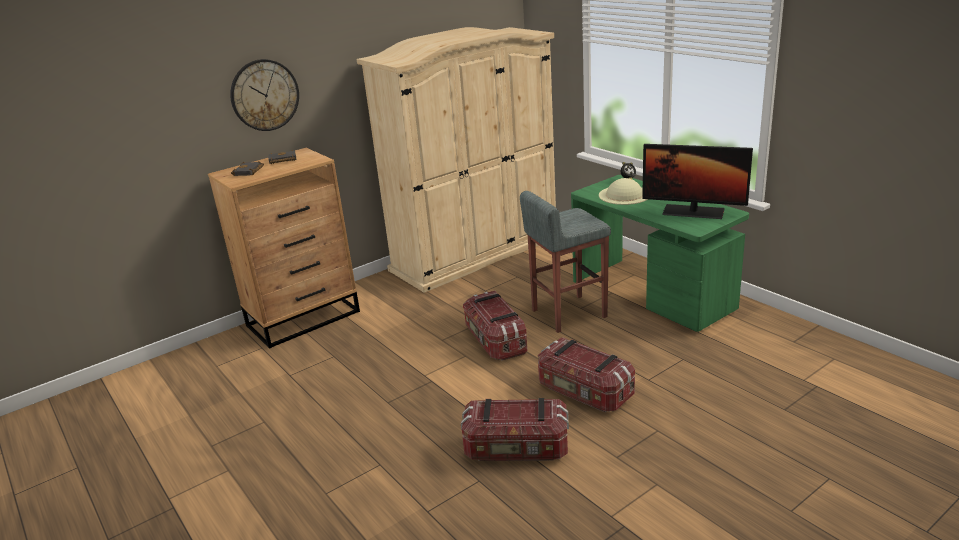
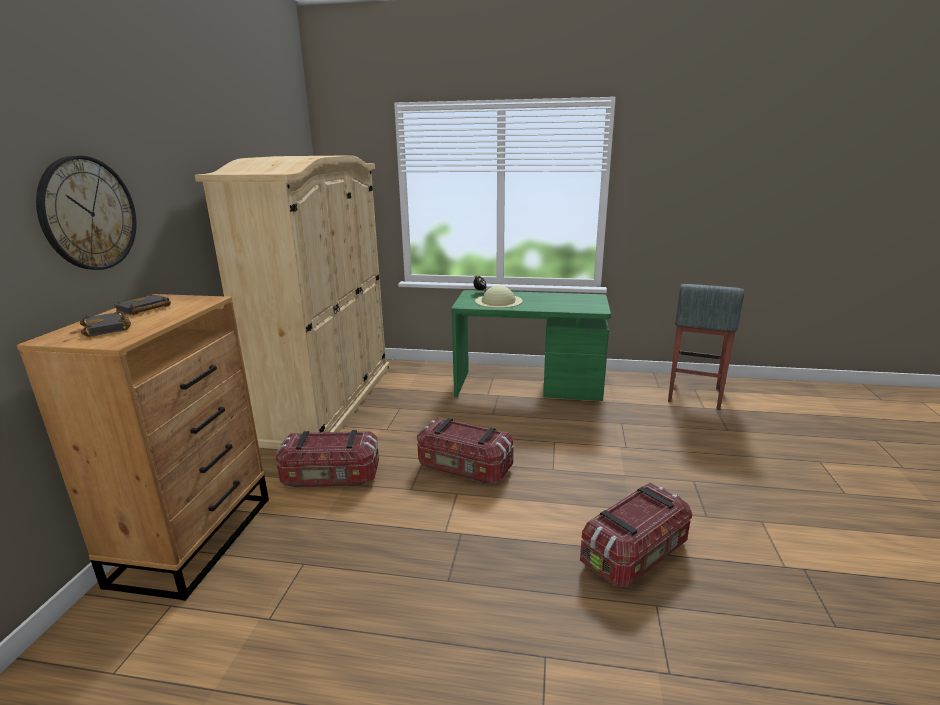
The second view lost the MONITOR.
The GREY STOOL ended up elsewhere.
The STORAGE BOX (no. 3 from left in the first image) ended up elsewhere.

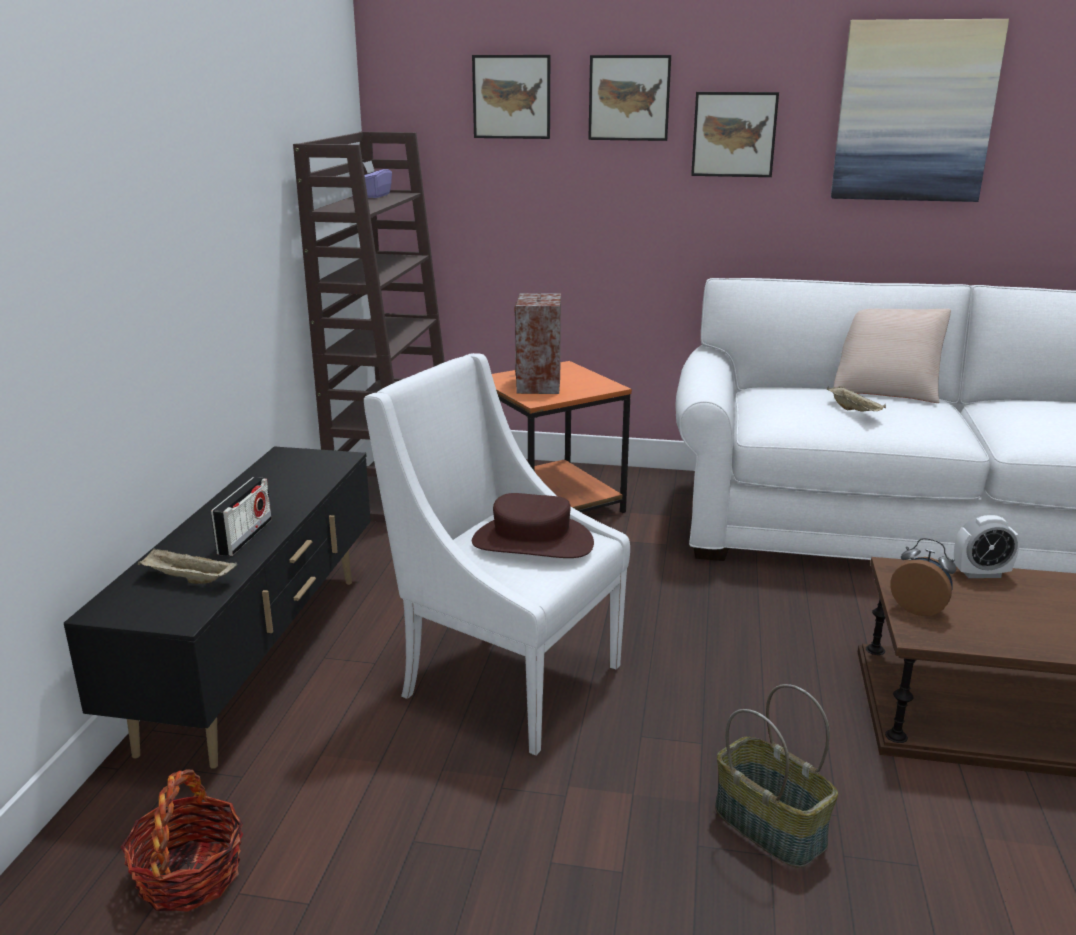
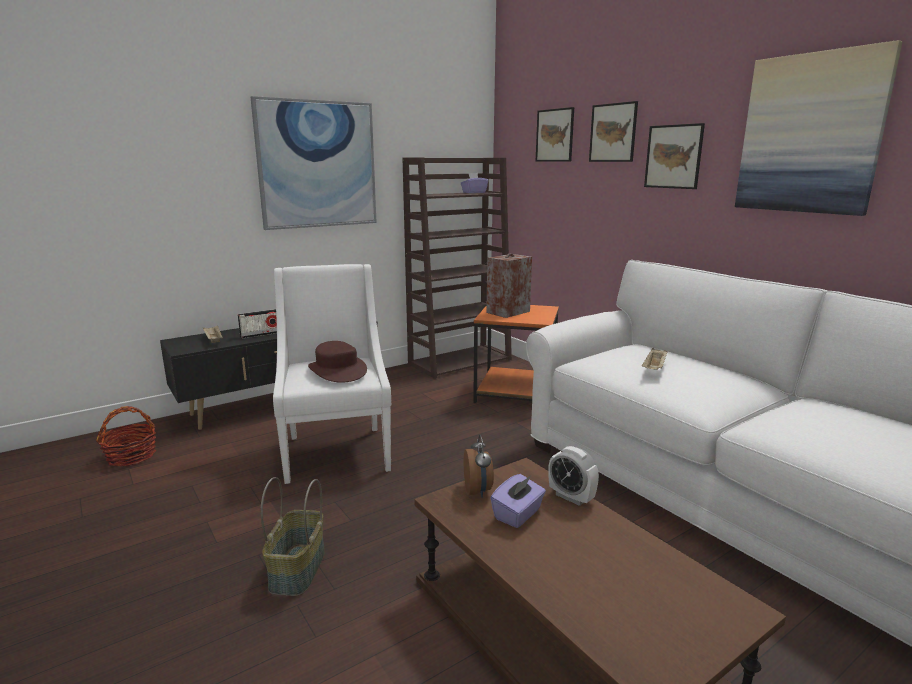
The second view lost the BEIGE PILLOW.
The second view gained the PICTURE (no. 1 from left).
The second view gained the PURPLE TISSUE BOX (no. 2 from left).

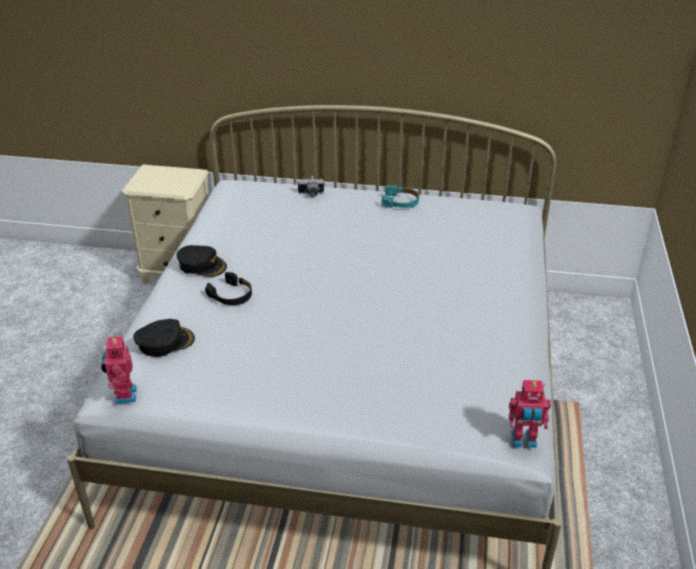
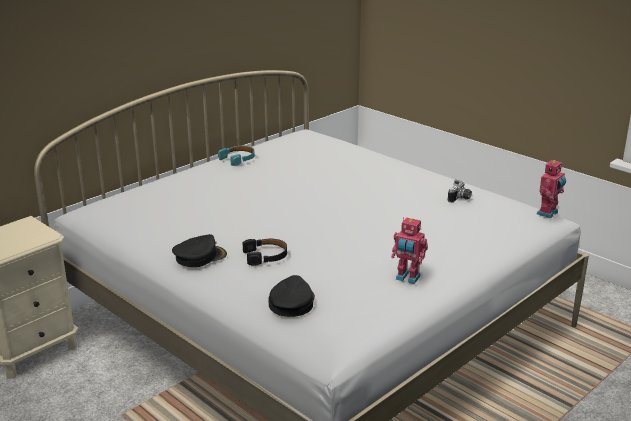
The PHOTO CAMERA ended up elsewhere.
The TOY ROBOT (no. 1 from left) ended up elsewhere.

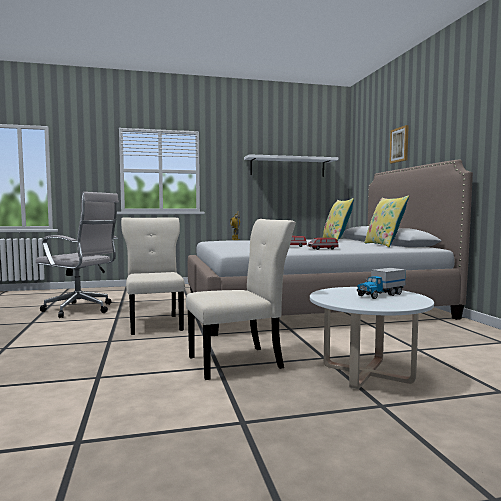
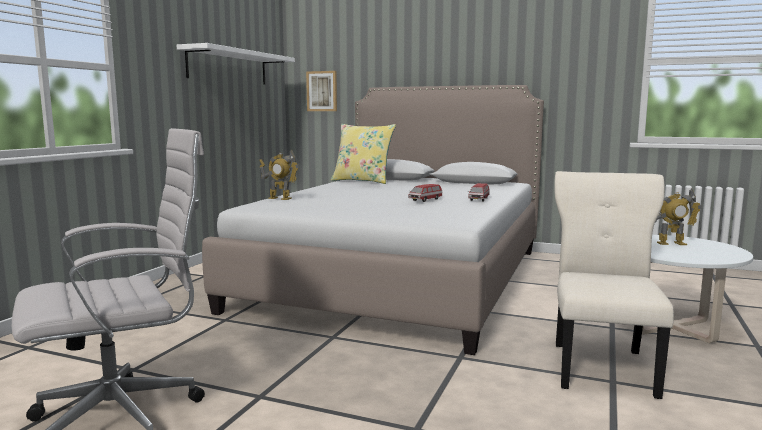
The PICTURE ended up elsewhere.
The second view lost the YELLOW PILLOW (no. 2 from left).
The second view lost the BEIGE CHAIR (no. 1 from left).
Where the TOY TRUCK stood, the TOY ROBOT (no. 2 from left) came to stand.

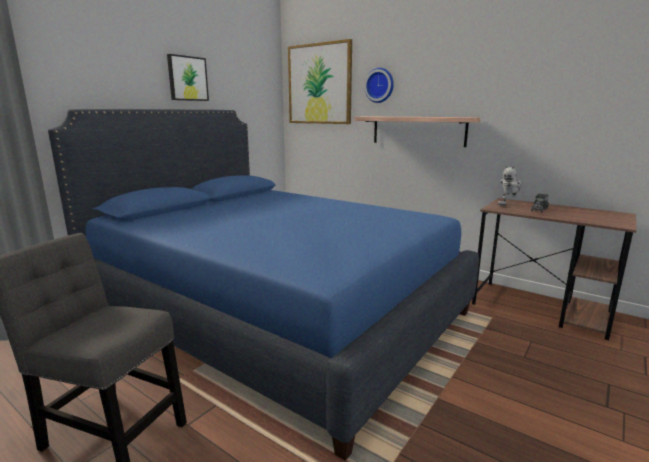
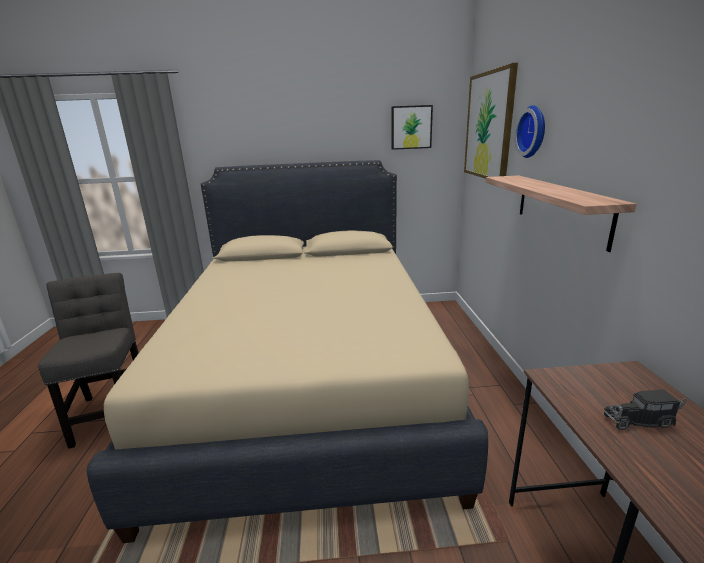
The PICTURE (no. 1 from left) ended up elsewhere.
What was the BLUE BED turned into the BEIGE BED.
The second view lost the TOY ROBOT.

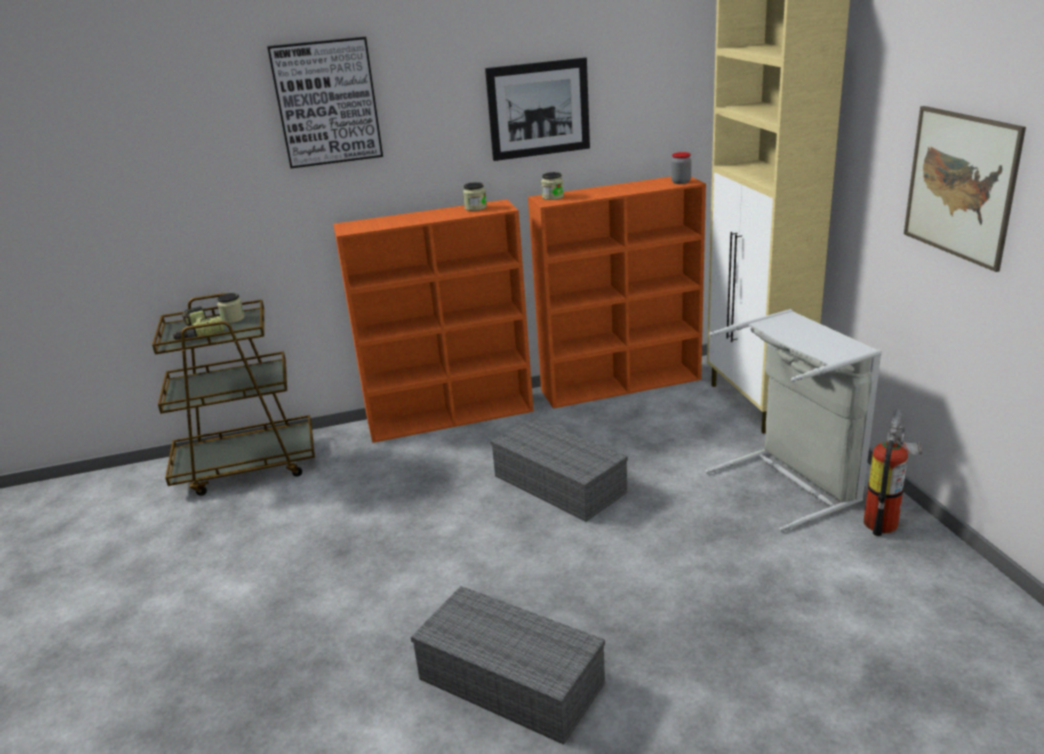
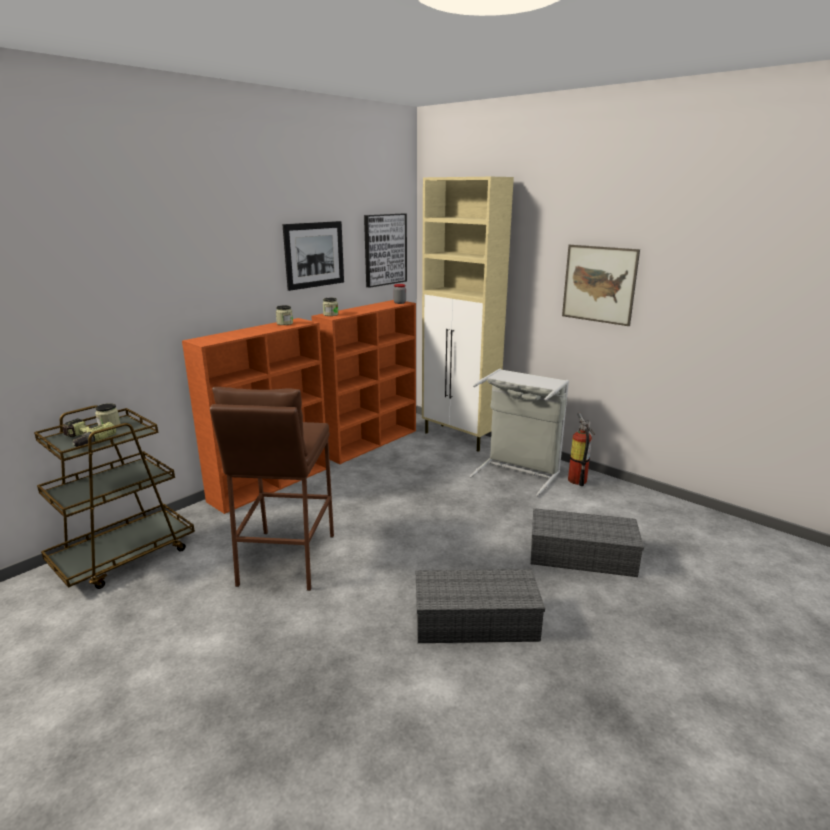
The PICTURE (no. 1 from left in the first image) ended up elsewhere.
The GREY STORAGE BOX (no. 2 from left) ended up elsewhere.
The second view gained the BROWN STOOL.

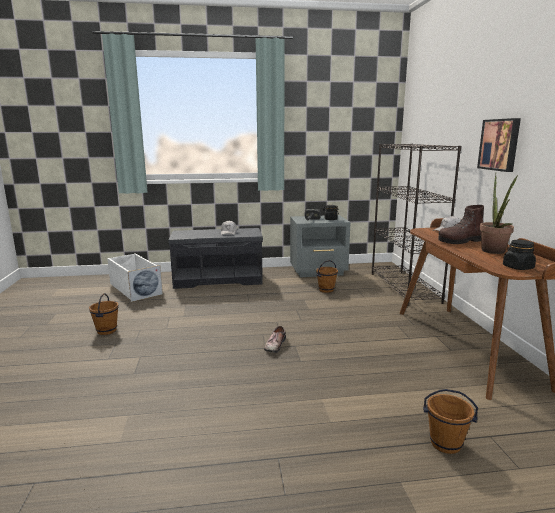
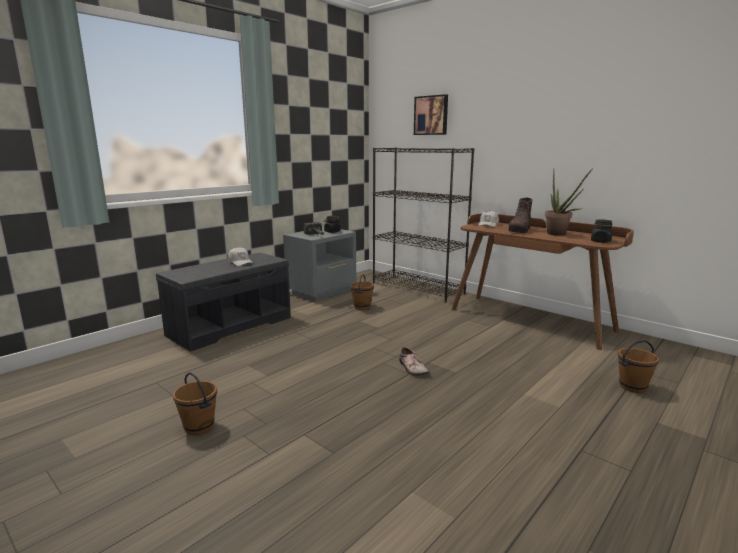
The PICTURE ended up elsewhere.
The second view lost the WHITE STORAGE BOX.

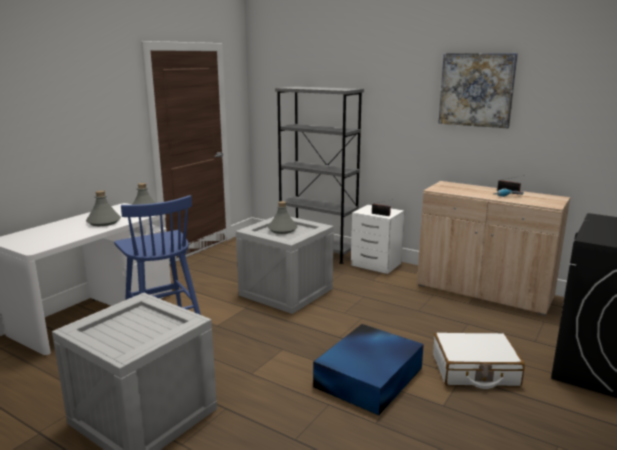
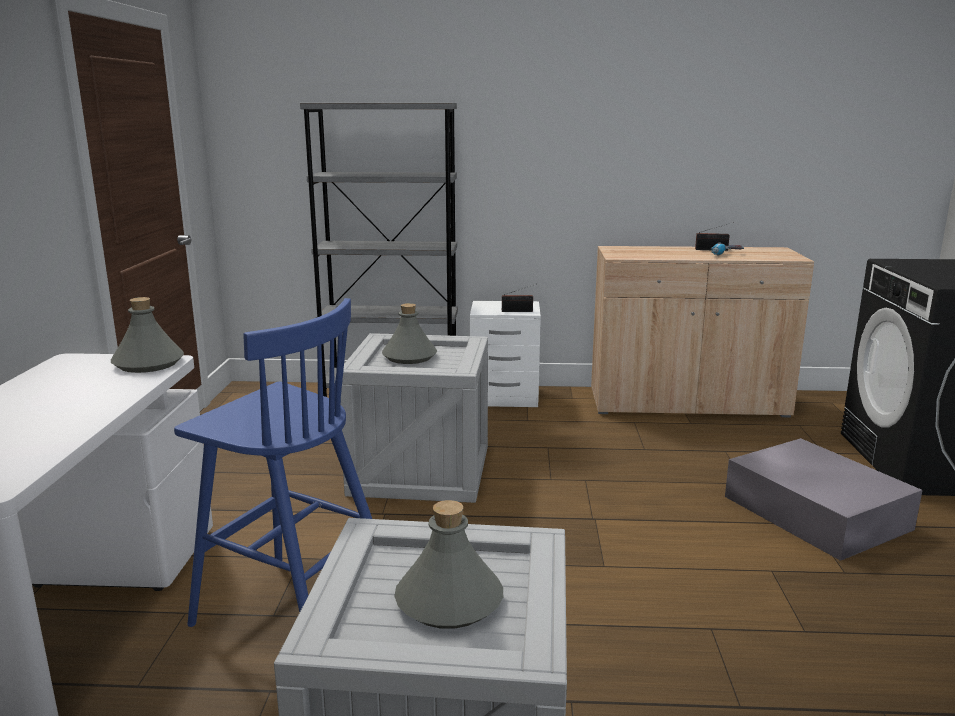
The second view lost the PICTURE.
The GREY BOTTLE (no. 1 from left in the first image) ended up elsewhere.
The second view lost the BLUE STORAGE BOX.
Where the WHITE SUITCASE stood, the GREY STORAGE BOX came to stand.

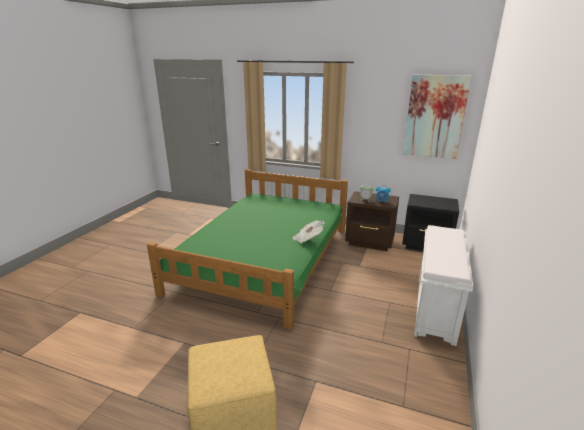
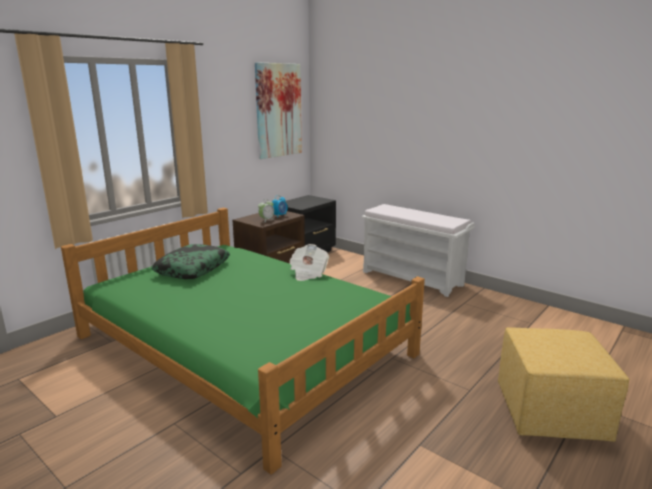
The second view gained the PILLOW.

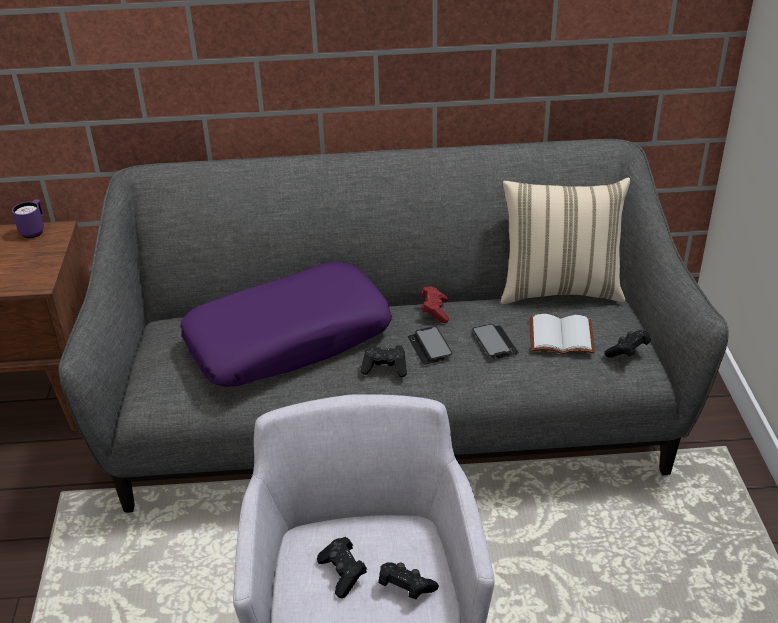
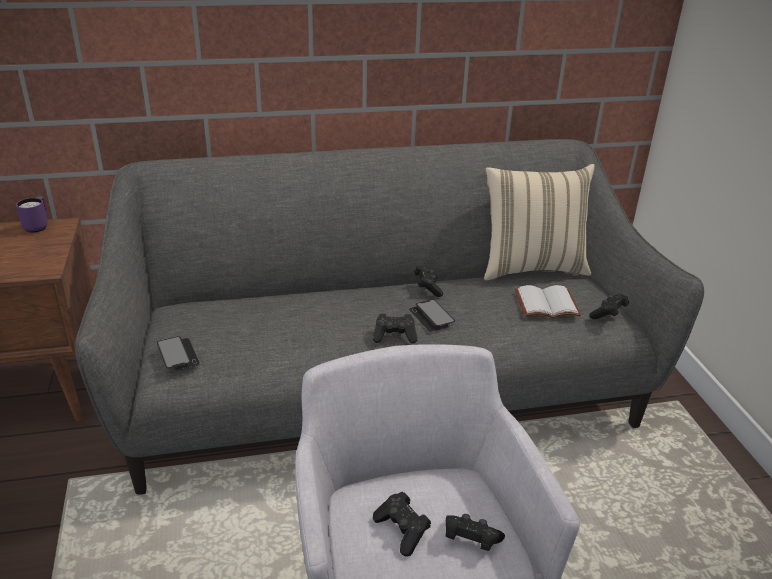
The second view lost the PURPLE PILLOW.
What was the RED GAME CONTROLLER turned into the BLACK GAME CONTROLLER (no. 3 from left).
The PHONE (no. 2 from left in the first image) ended up elsewhere.

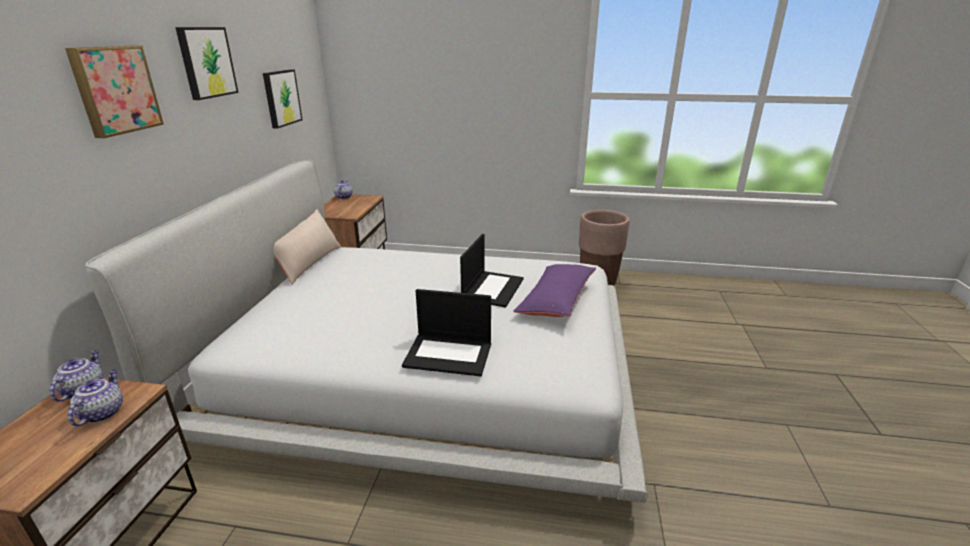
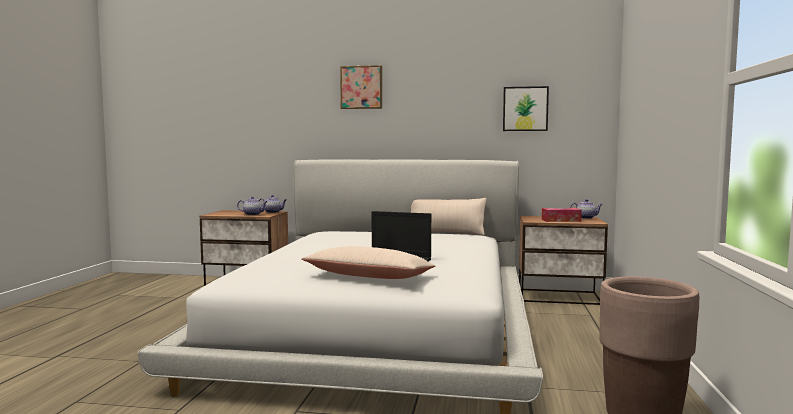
The second view lost the PICTURE (no. 2 from left).
What was the PURPLE PILLOW turned into the BEIGE PILLOW (no. 1 from left).
The second view lost the LAPTOP (no. 1 from left).
The second view gained the TISSUE BOX.

